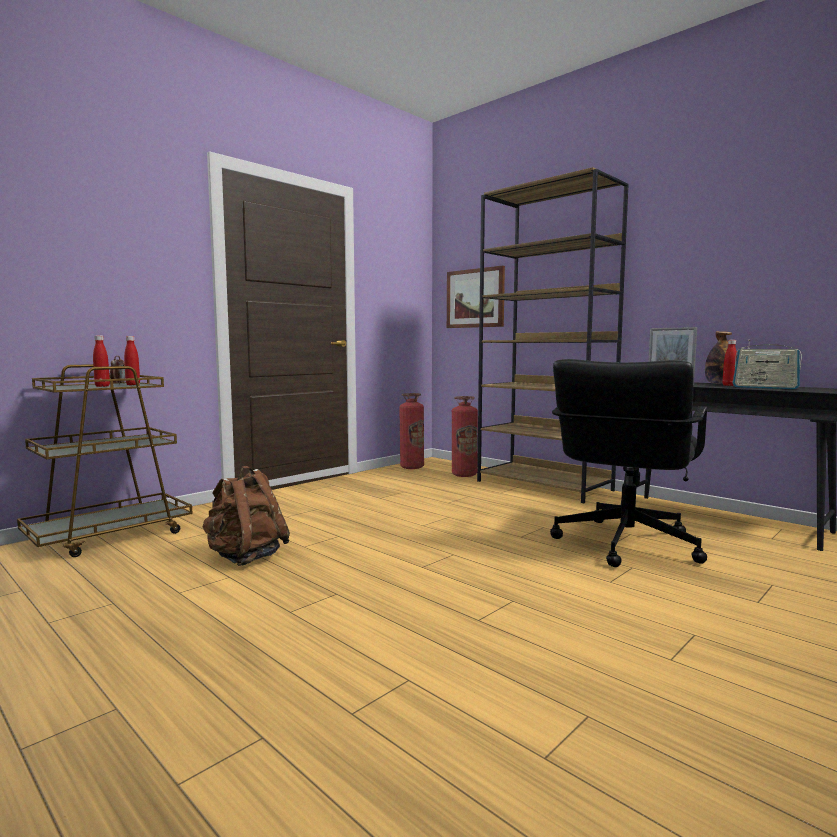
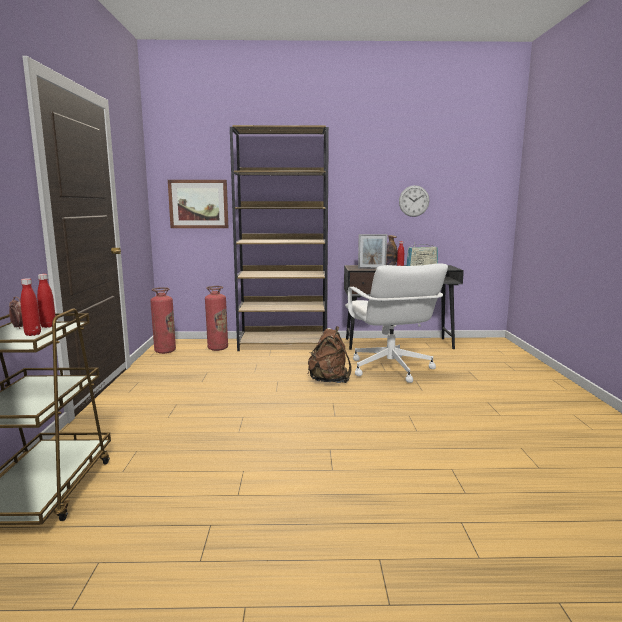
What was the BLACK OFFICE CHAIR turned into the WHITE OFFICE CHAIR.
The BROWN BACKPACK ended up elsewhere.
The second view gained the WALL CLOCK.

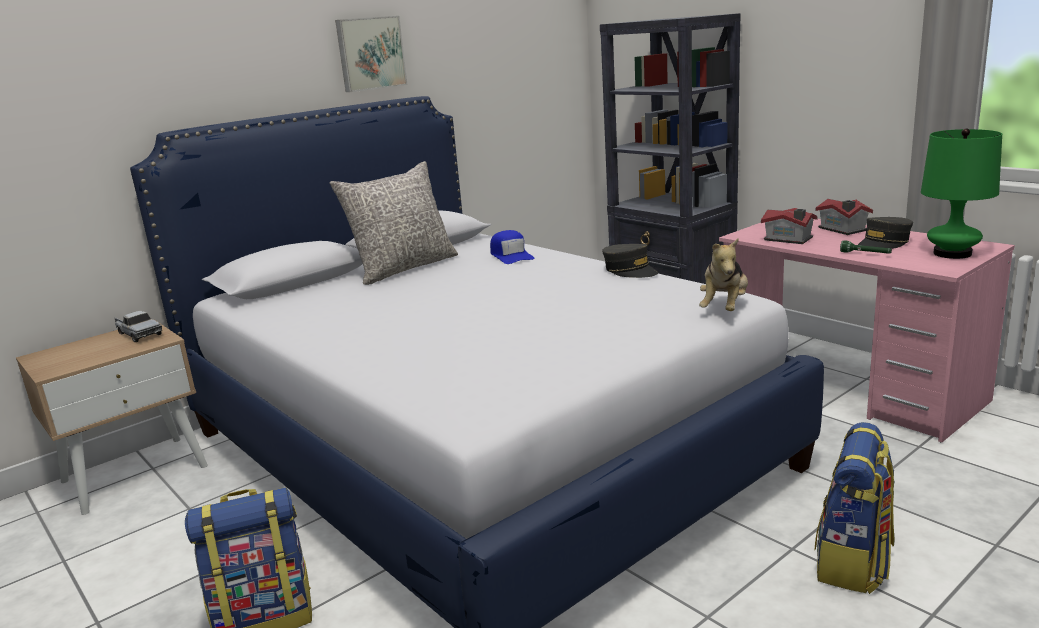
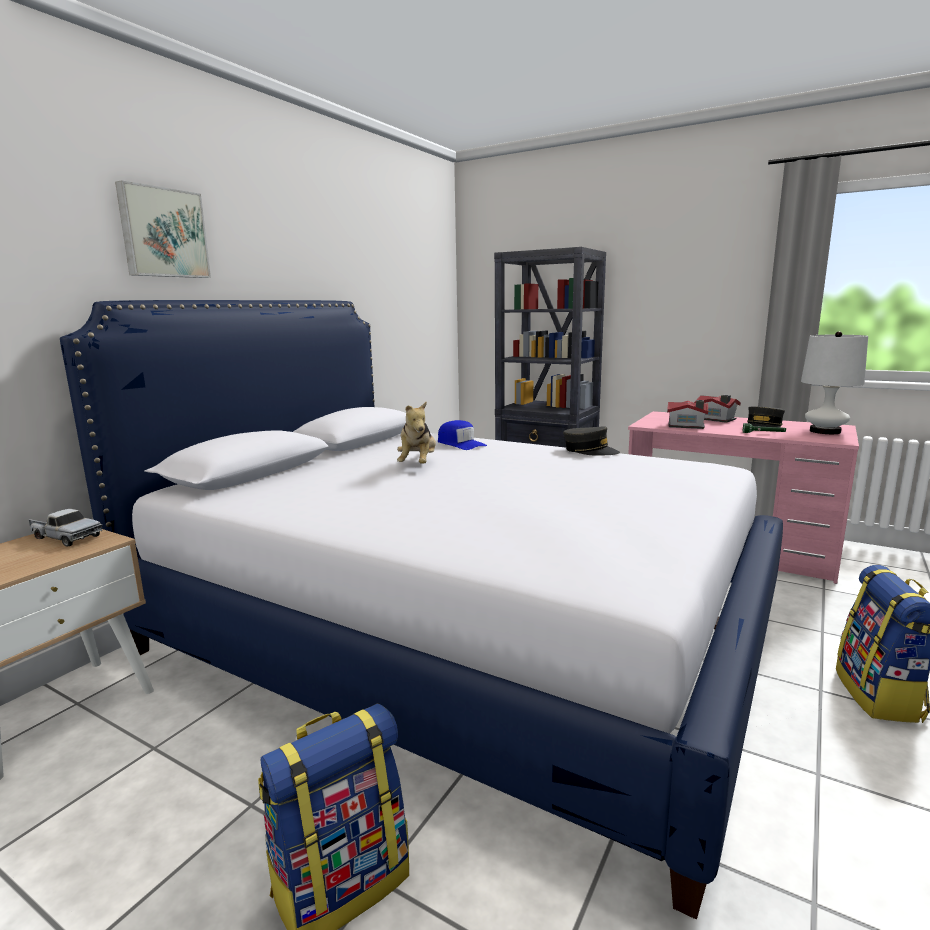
The PICTURE ended up elsewhere.
What was the GREEN TABLE LAMP turned into the WHITE TABLE LAMP.
The second view lost the GREY PILLOW.
The PLUSH TOY ended up elsewhere.

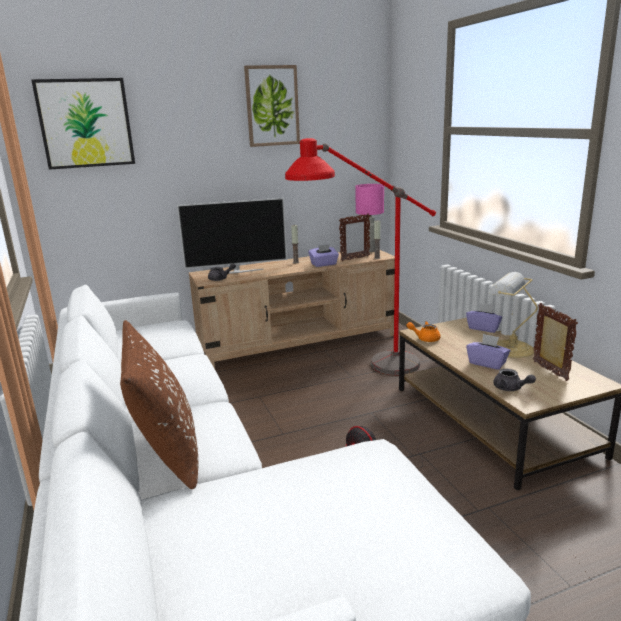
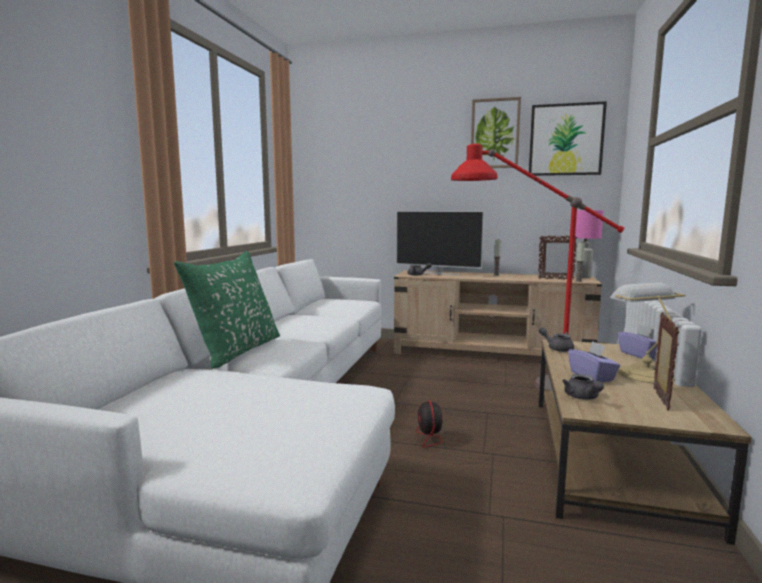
The PICTURE (no. 1 from left in the first image) ended up elsewhere.
The second view lost the PURPLE TISSUE BOX (no. 1 from left).
What was the BROWN PILLOW turned into the GREEN PILLOW.
What was the ORANGE TEAPOT turned into the GREY TEAPOT (no. 2 from left).

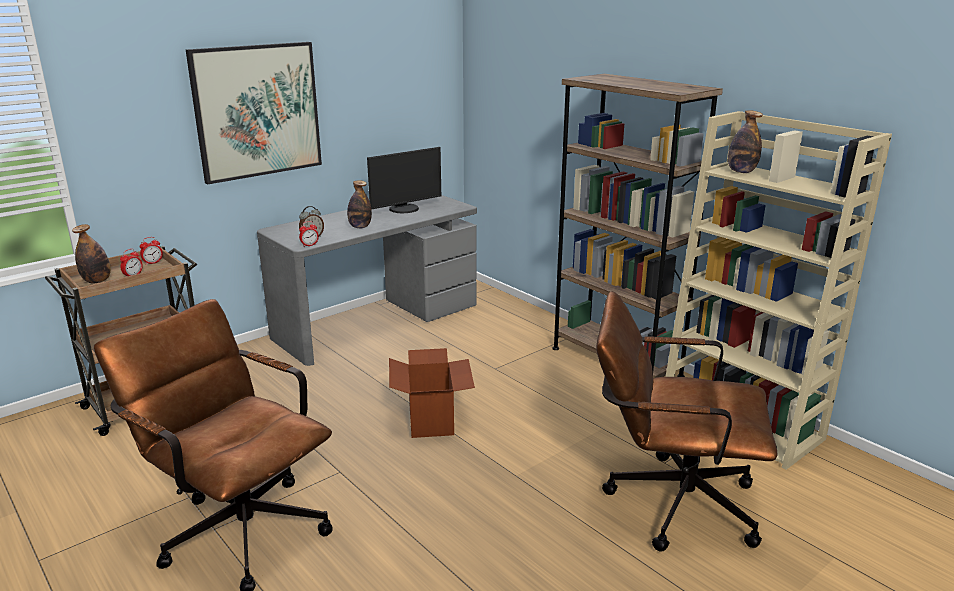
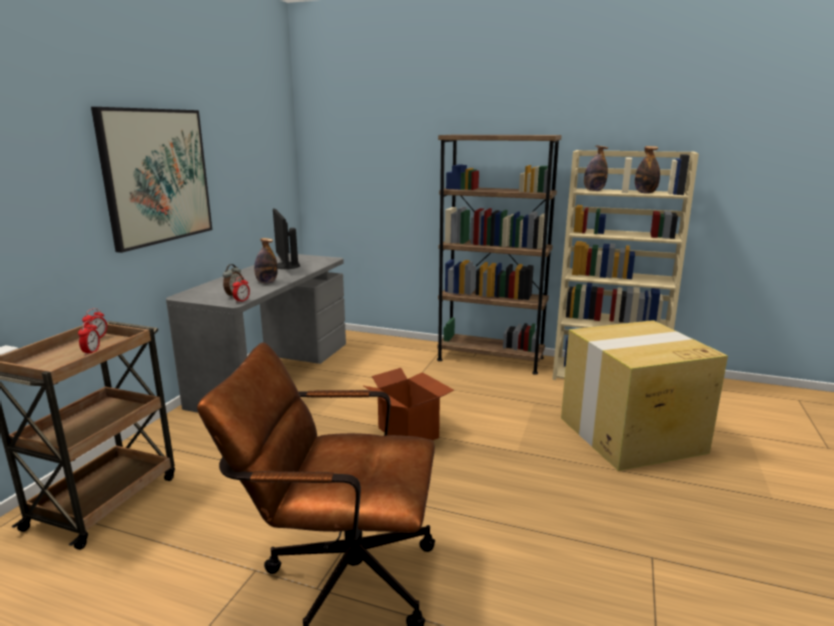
The MONITOR ended up facing another way, 135 degrees clockwise from before.
The BOTTLE (no. 1 from left in the first image) ended up elsewhere.
Where the BROWN OFFICE CHAIR (no. 2 from left) stood, the CARDBOARD BOX (no. 2 from left) came to stand.

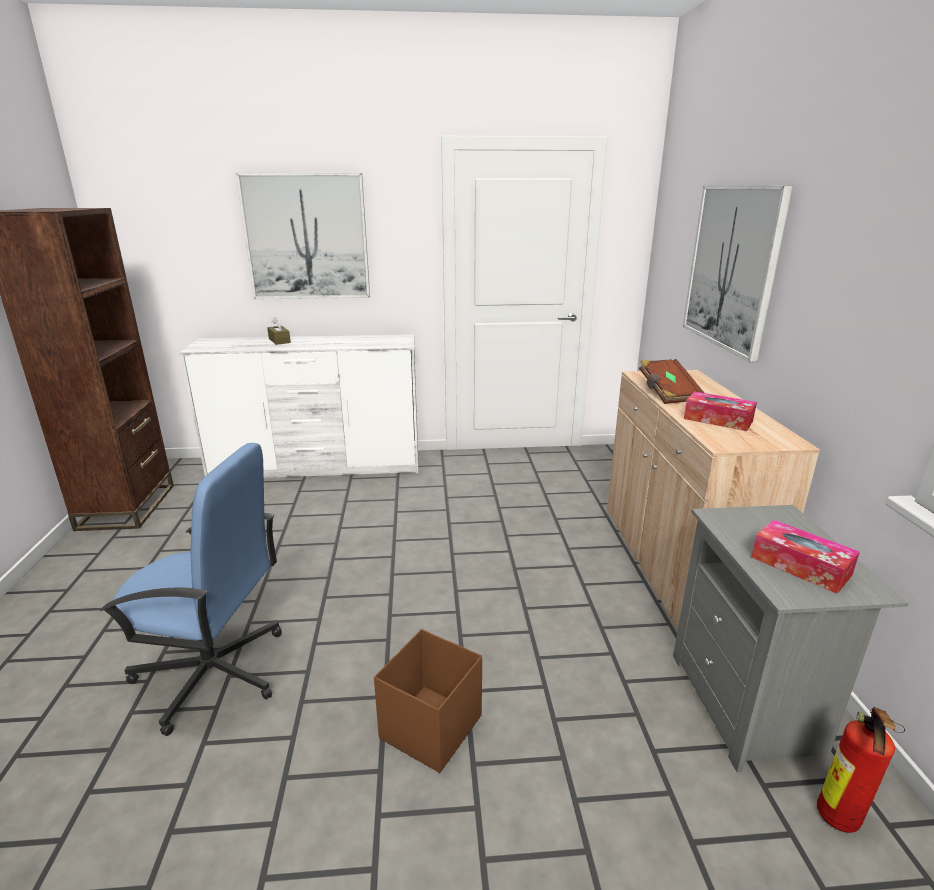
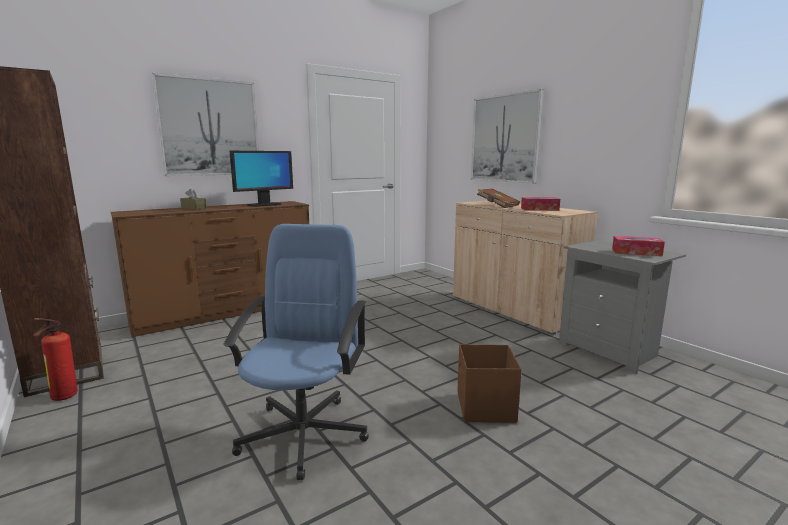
What was the WHITE DRESSER turned into the BROWN DRESSER.
The BLUE OFFICE CHAIR ended up facing another way, 60 degrees counterclockwise from before.
The FIRE EXTINGUISHER ended up elsewhere.
The second view gained the MONITOR.

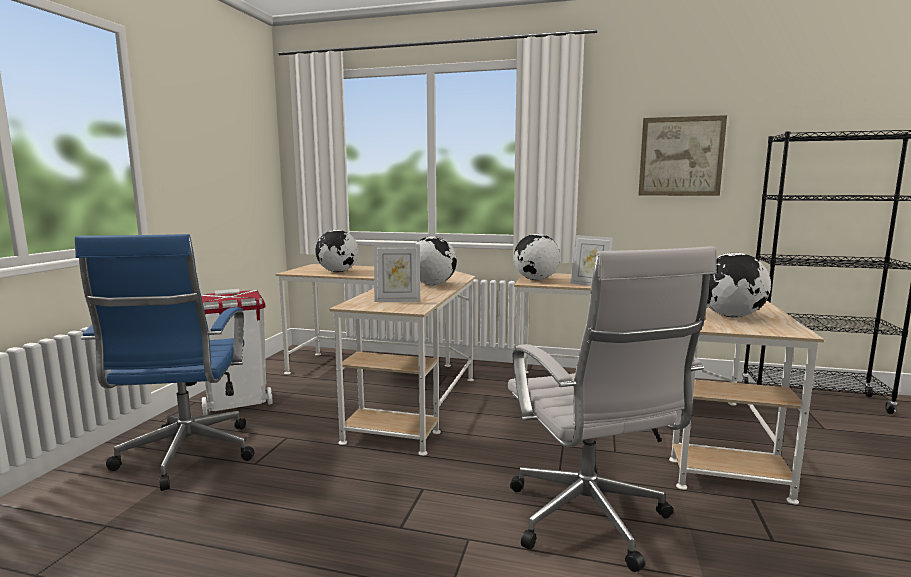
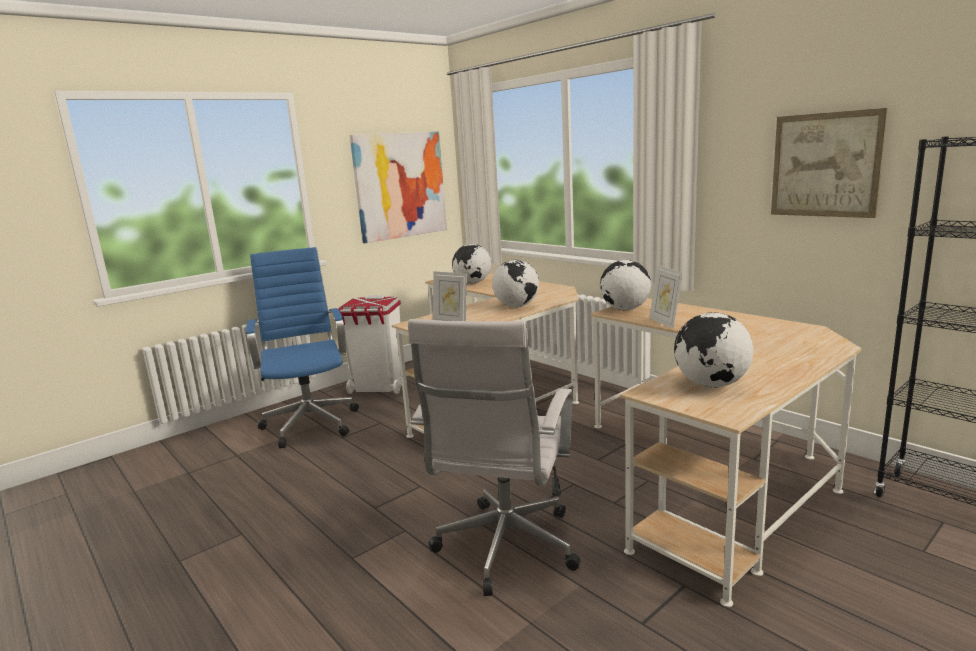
The BLUE OFFICE CHAIR ended up facing another way, 135 degrees clockwise from before.
The second view gained the PICTURE (no. 1 from left).

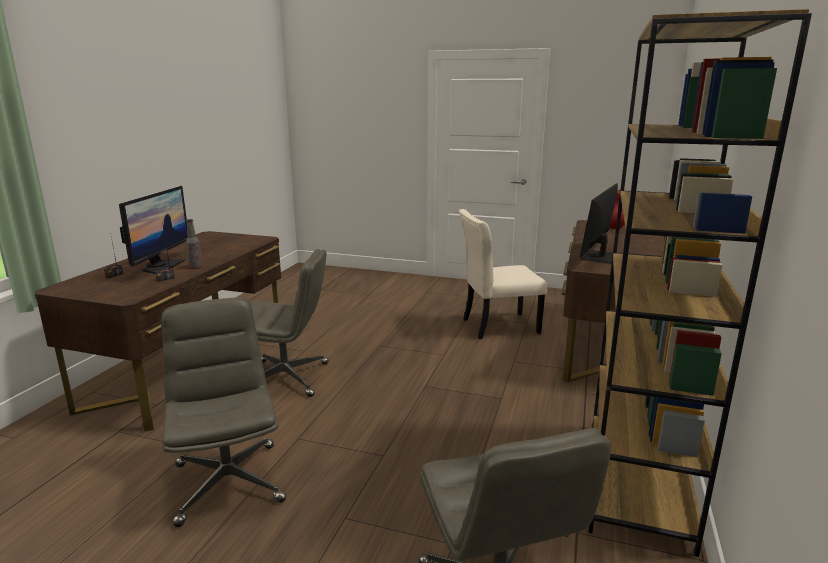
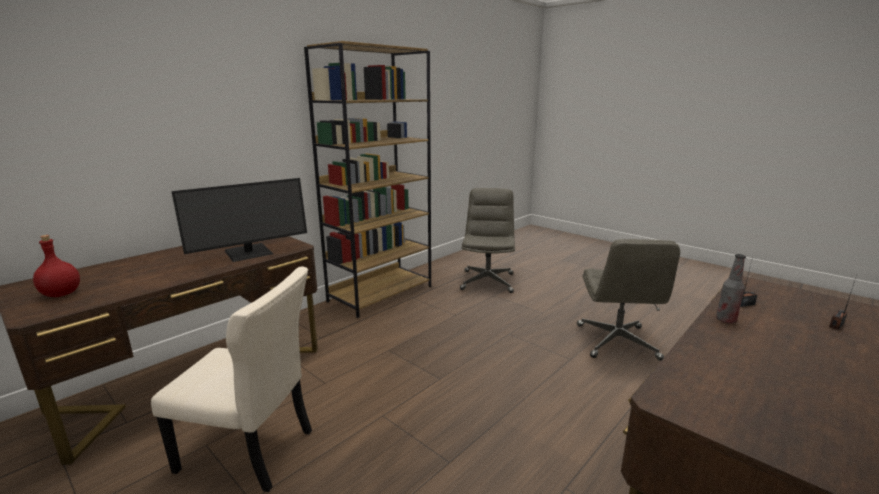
The second view lost the MONITOR (no. 1 from left).
The second view lost the GREY OFFICE CHAIR (no. 2 from left).

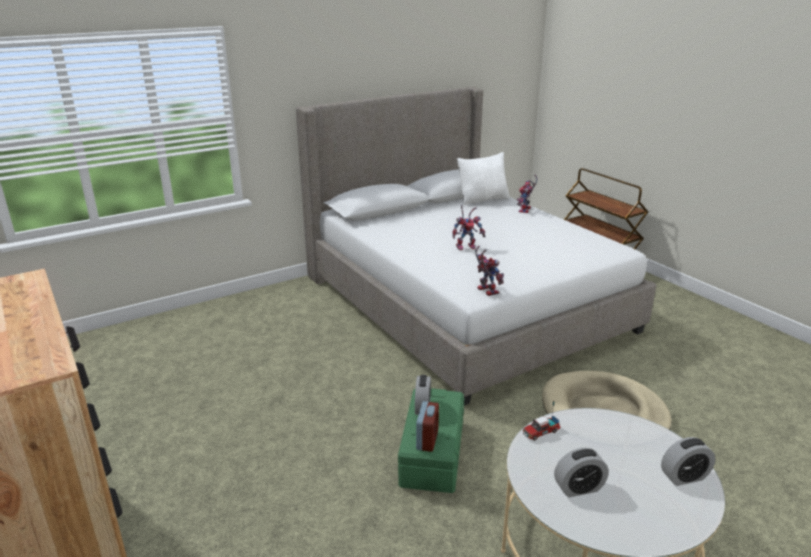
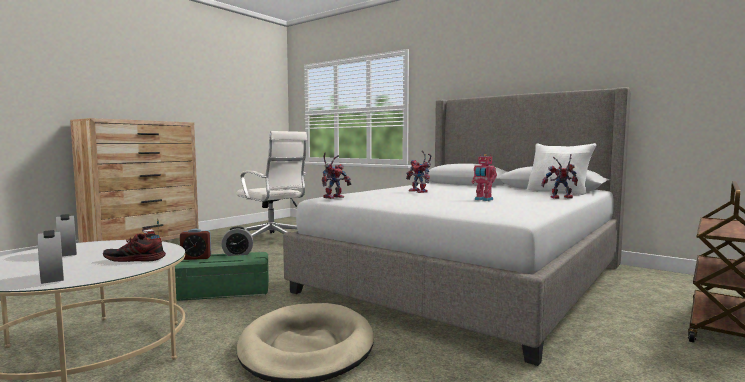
The second view gained the WHITE OFFICE CHAIR.
The second view gained the TOY ROBOT (no. 3 from left).
The second view gained the SHOE.

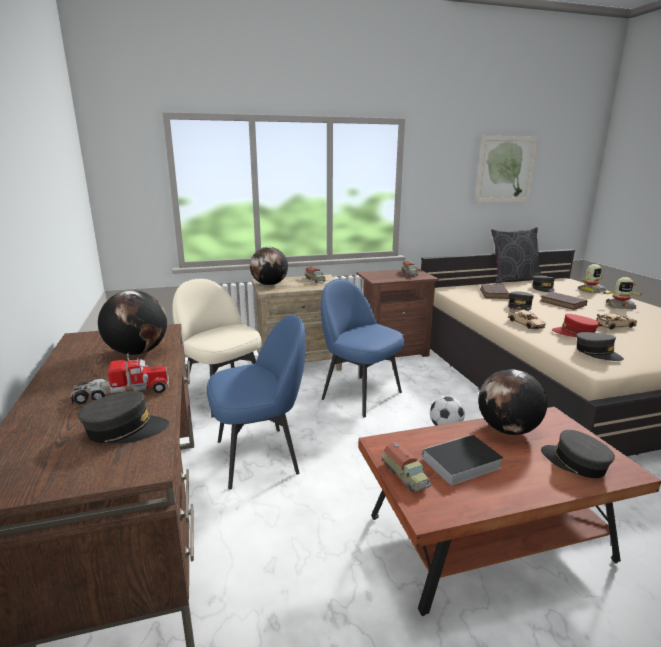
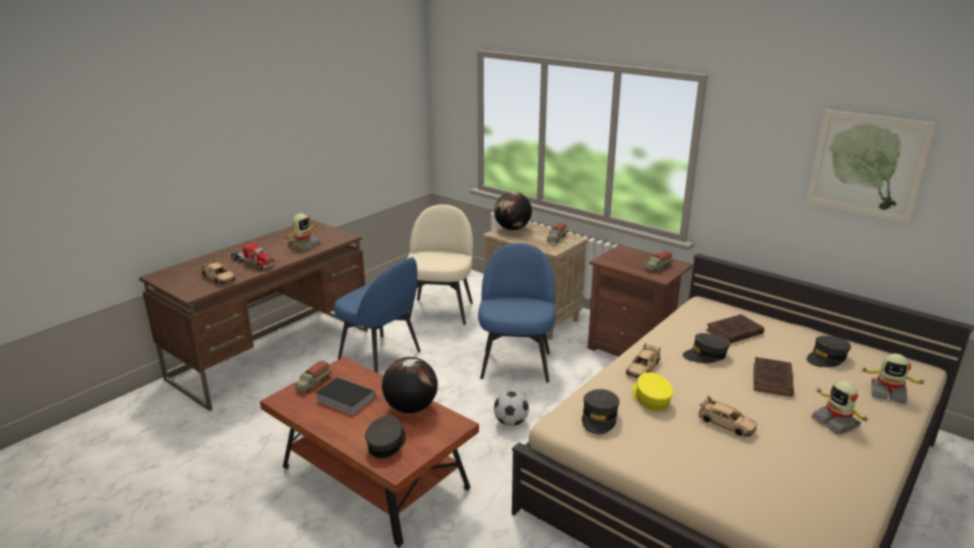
The second view lost the GREY PILLOW.
Where the GLOBE (no. 1 from left) stood, the TOY ROBOT (no. 1 from left) came to stand.
What was the RED CAP turned into the YELLOW CAP.
Where the GREY CAP (no. 1 from left) stood, the BEIGE TOY CAR (no. 1 from left) came to stand.

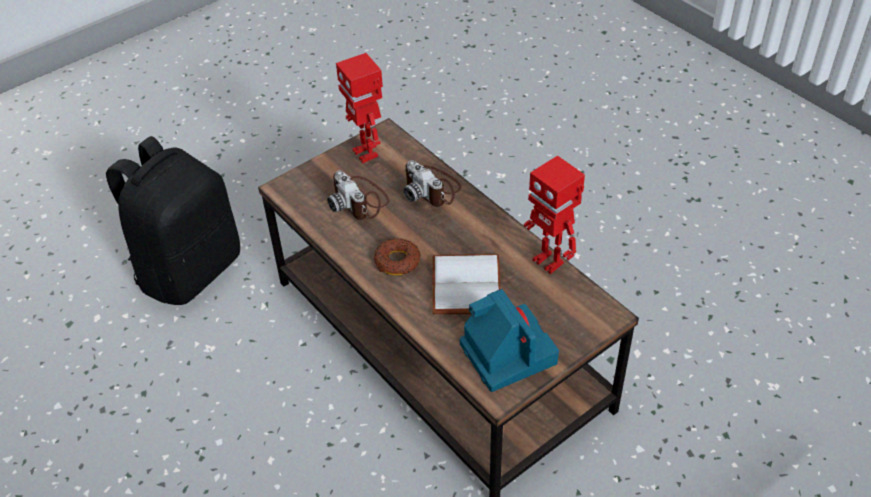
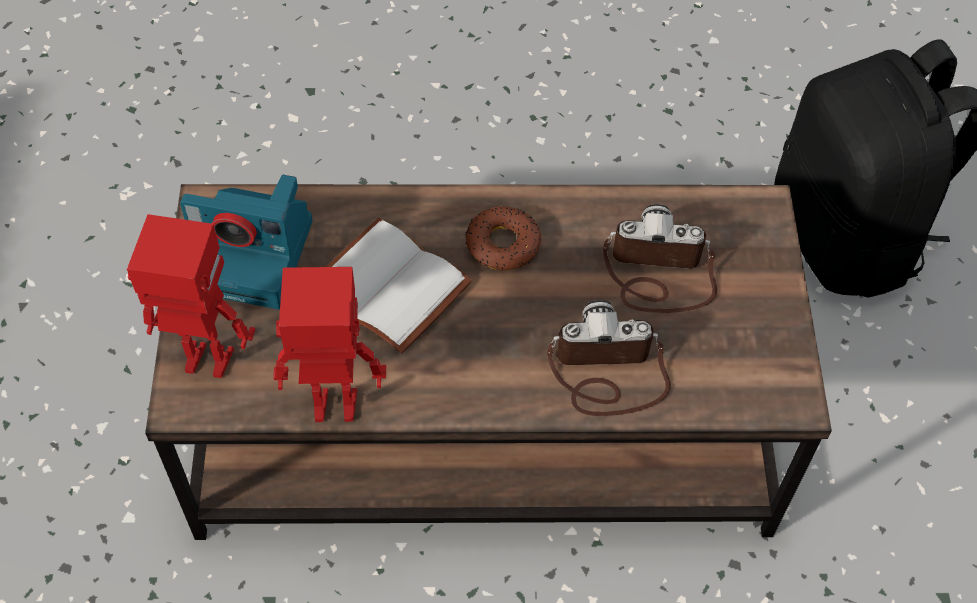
The TOY ROBOT (no. 1 from left) ended up elsewhere.

